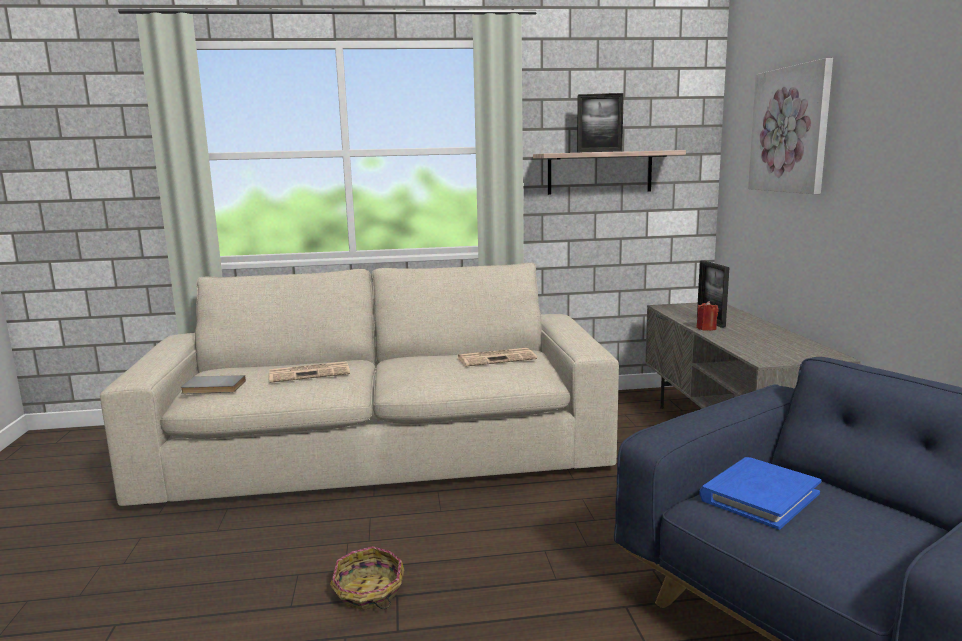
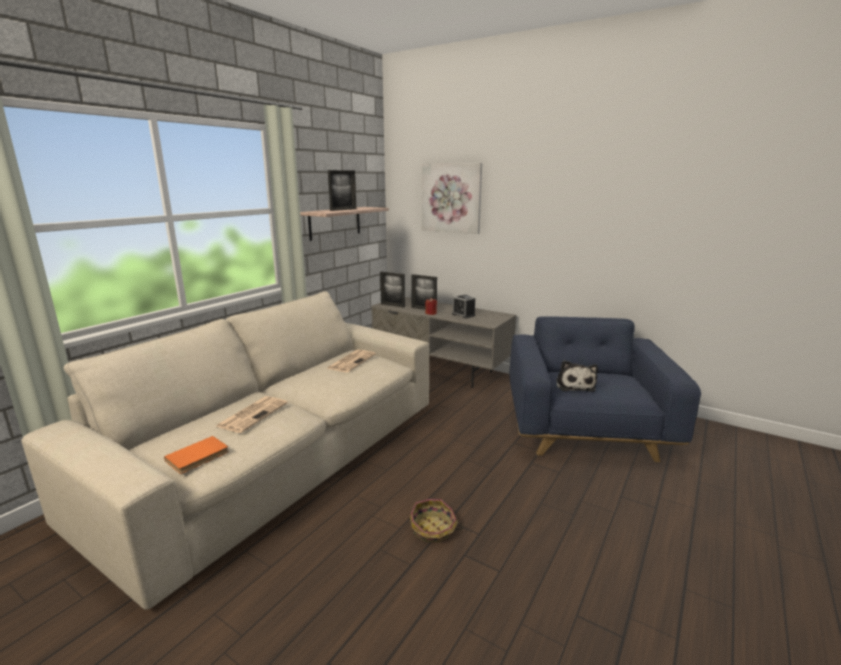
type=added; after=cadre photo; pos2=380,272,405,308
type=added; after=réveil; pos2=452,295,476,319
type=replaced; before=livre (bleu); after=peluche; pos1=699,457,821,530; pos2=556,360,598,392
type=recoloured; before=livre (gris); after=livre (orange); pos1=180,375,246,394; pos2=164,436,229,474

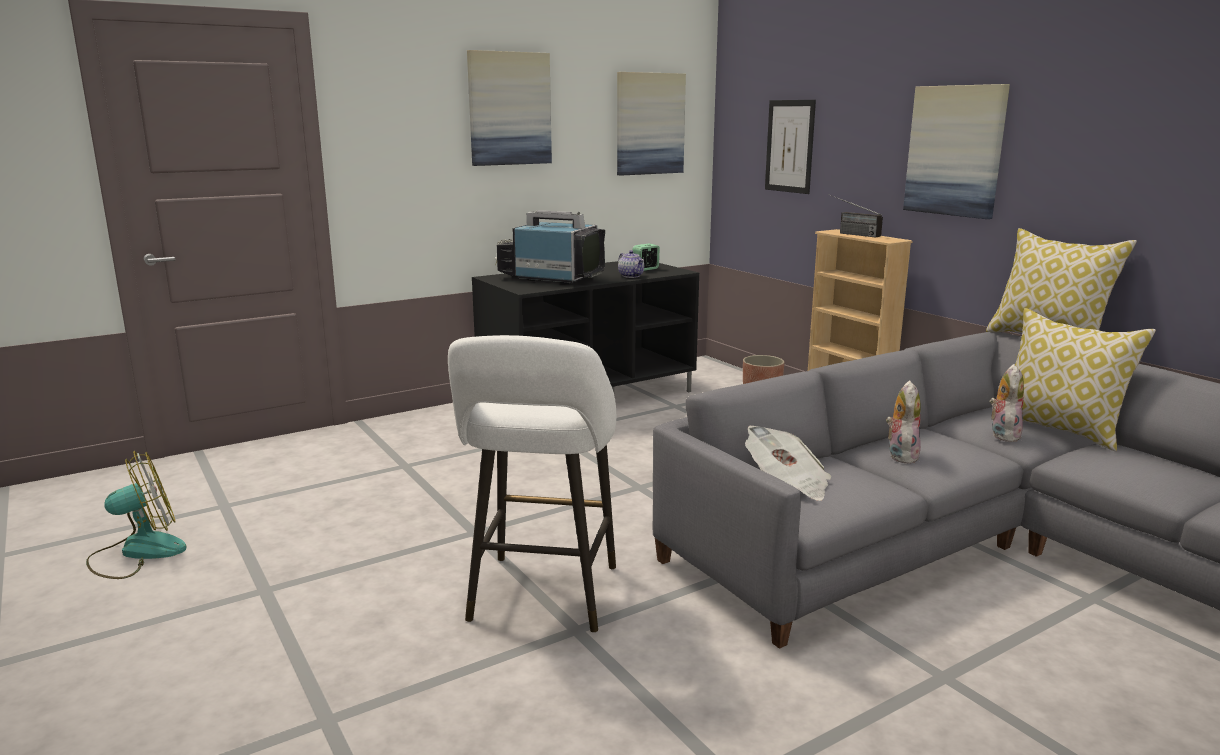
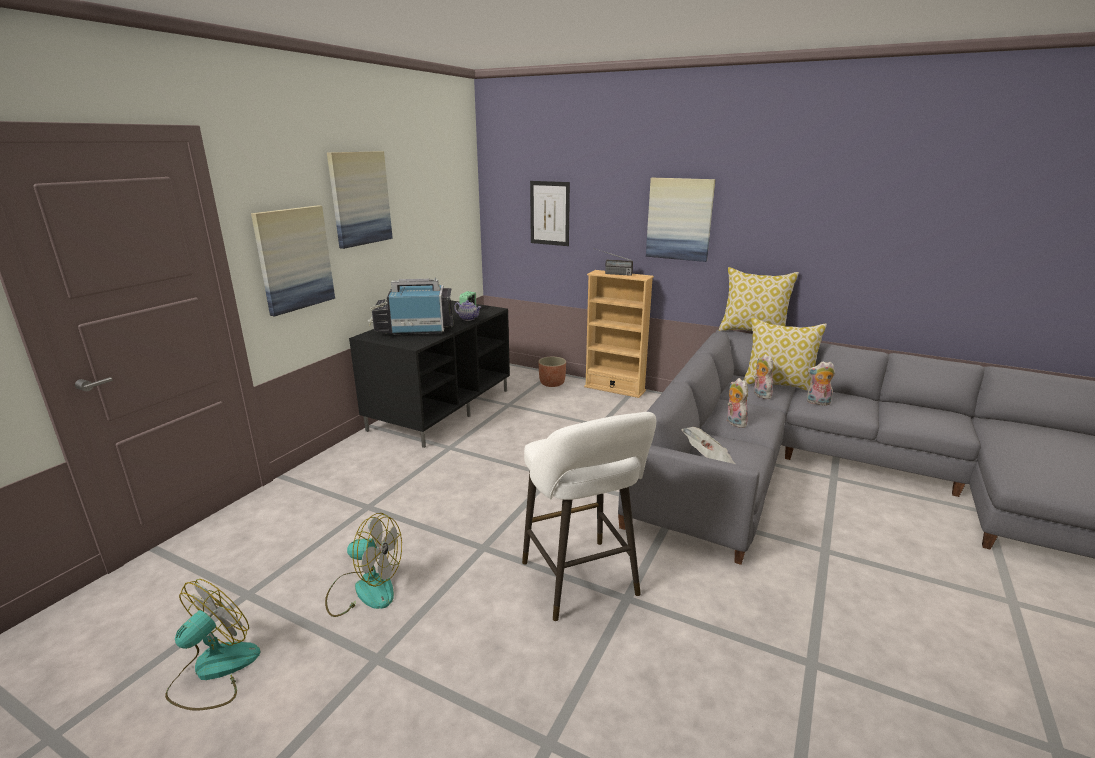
type=added; after=ventilateur; pos2=325,513,402,617
type=added; after=peluche; pos2=807,361,835,406
type=moved; before=tableau; pos1=617,72,686,176; pos2=251,205,335,317

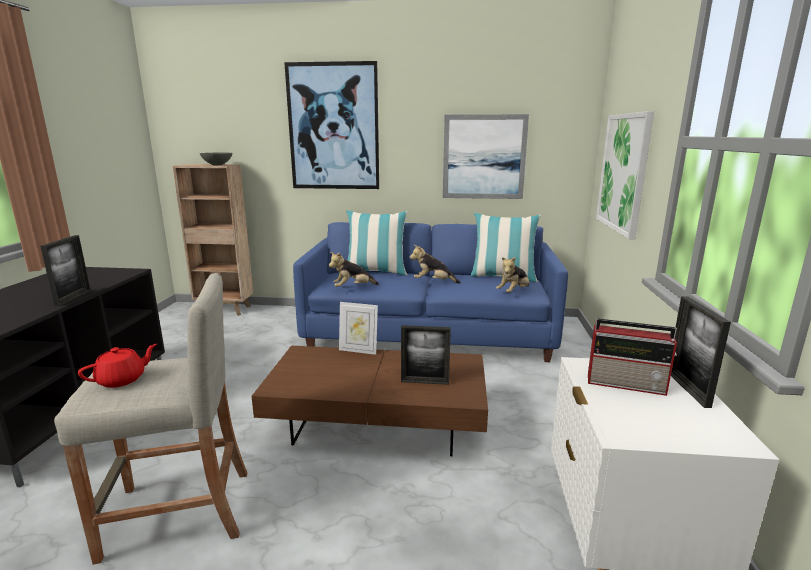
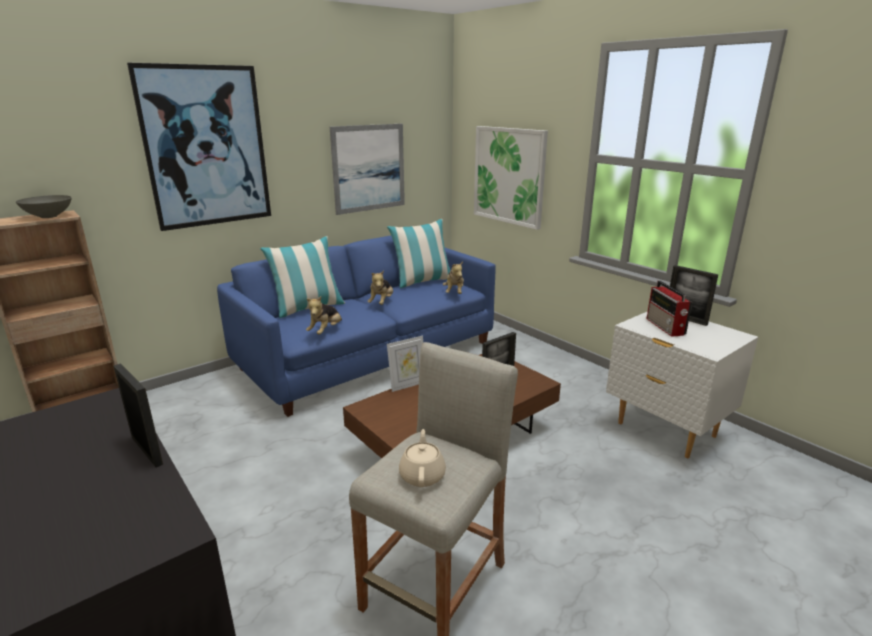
type=recoloured; before=théière (rouge); after=théière (beige); pos1=78,344,157,388; pos2=399,429,446,487
type=turned; before=peluche; pos1=410,245,461,284; pos2=368,270,393,305; turn=-45
type=turned; before=radio; pos1=588,318,677,396; pos2=647,281,692,337; turn=105

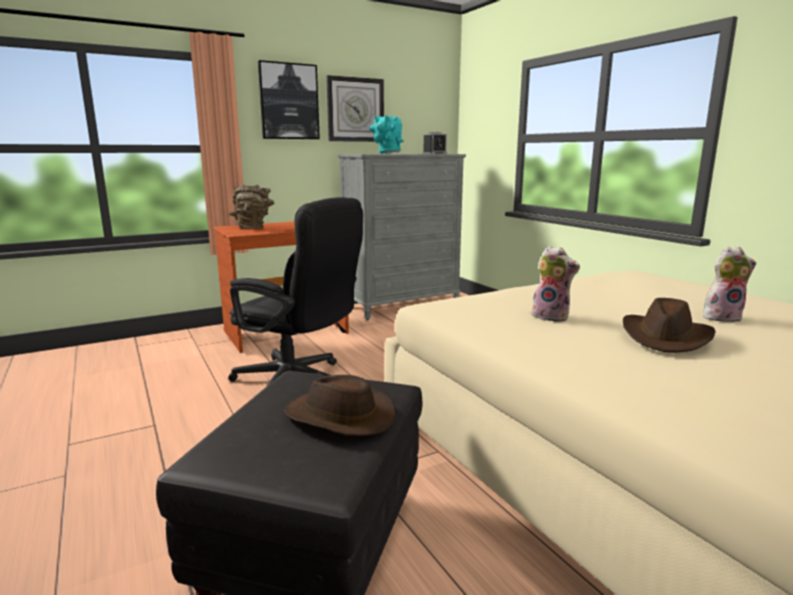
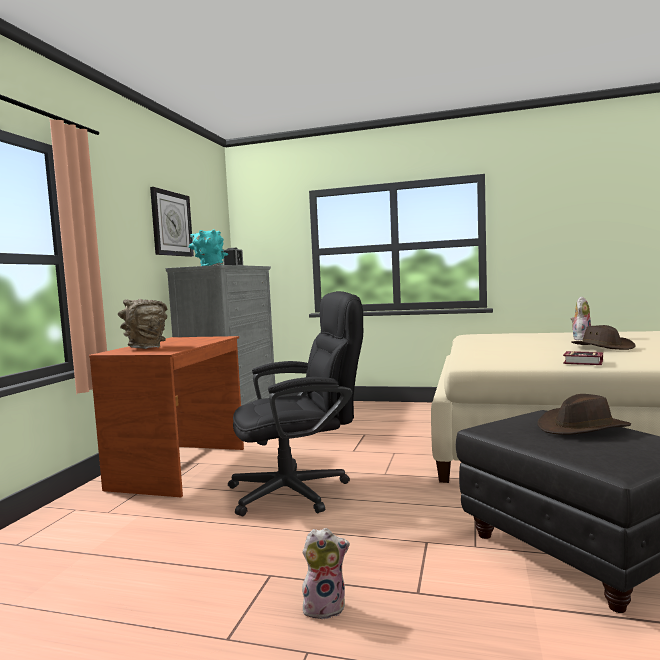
type=removed; before=tableau; pos1=258,60,320,139
type=added; after=livre; pos2=563,351,603,365
type=moved; before=peluche; pos1=531,246,580,322; pos2=302,528,350,620

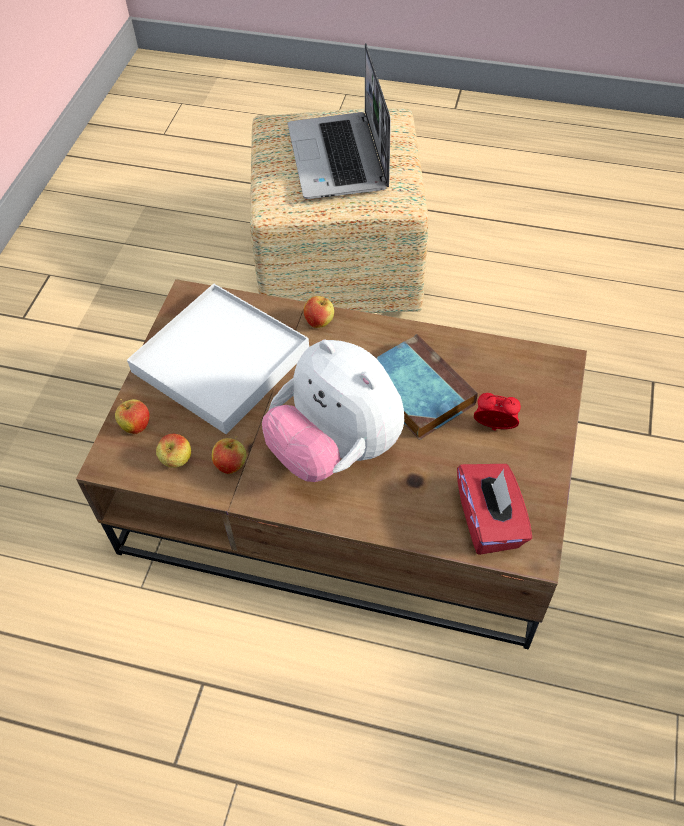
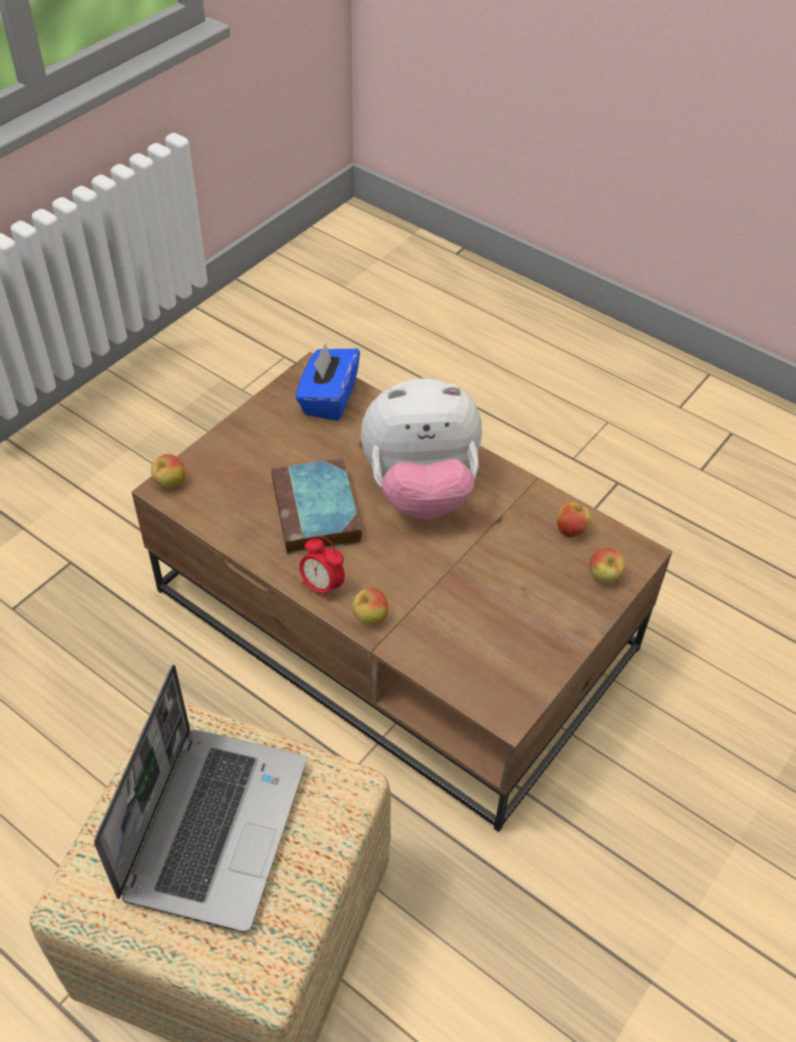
type=removed; before=plateau (blanc); pos1=127,284,309,434
type=moved; before=pomme; pos1=212,436,246,474; pos2=151,454,185,488
type=moved; before=réveil; pos1=474,393,521,431; pos2=299,536,345,601
type=recoloured; before=boîte à mouchoirs (rouge); after=boîte à mouchoirs (bleu); pos1=457,464,532,555; pos2=296,343,360,421
type=turned; before=peluche; pos1=262,340,404,482; pos2=361,379,482,520; turn=105

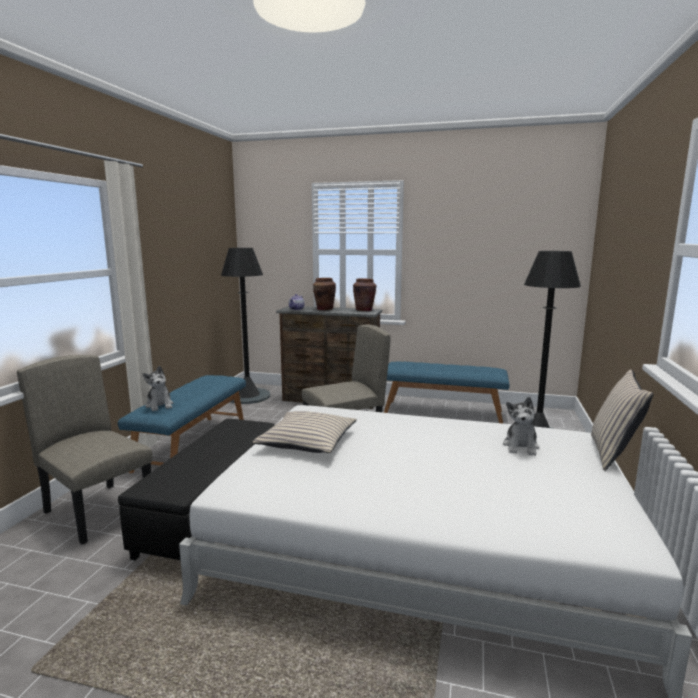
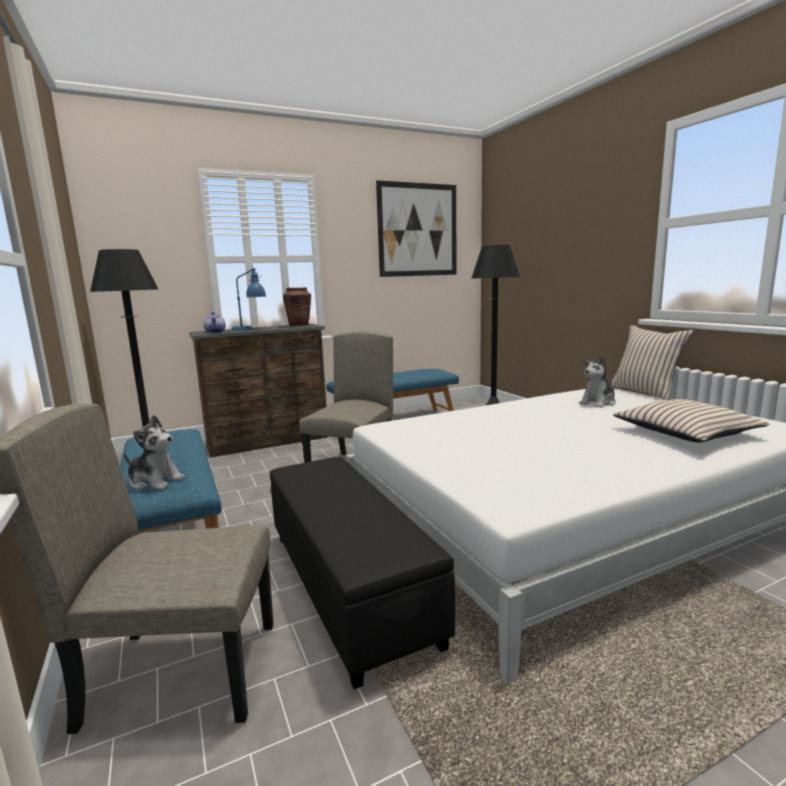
type=added; after=tableau; pos2=376,180,457,277
type=moved; before=coussin (beige); pos1=253,411,357,453; pos2=613,399,770,443
type=replaced; before=vase (marron); after=lampe de table (bleu); pos1=313,278,336,310; pos2=232,268,266,331
type=turned; before=peluche; pos1=503,397,539,456; pos2=579,355,616,408; turn=75

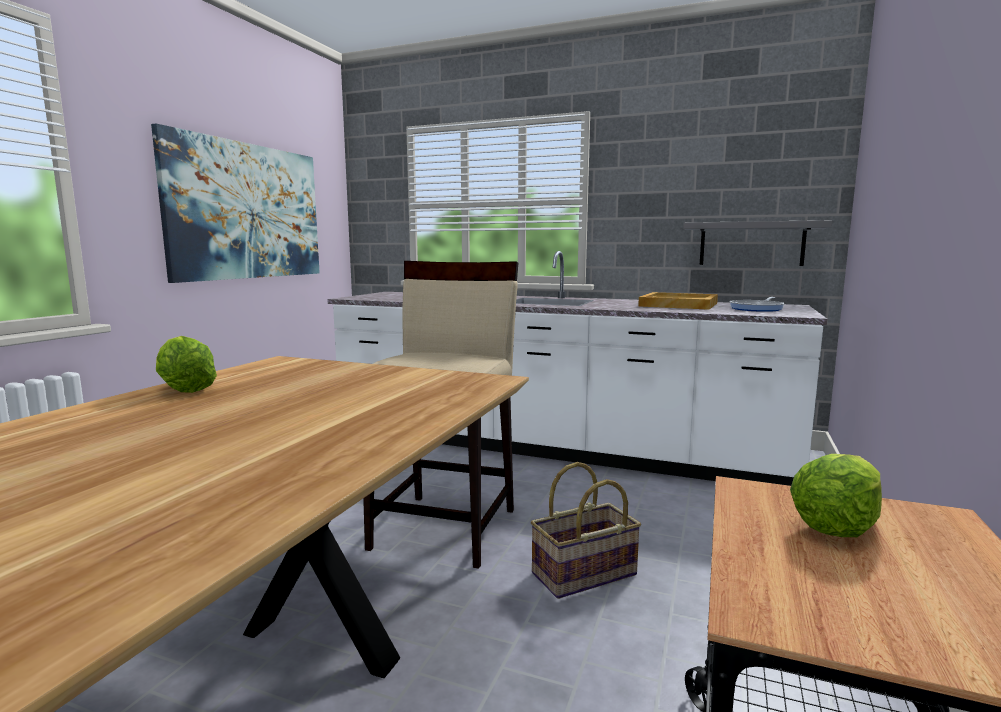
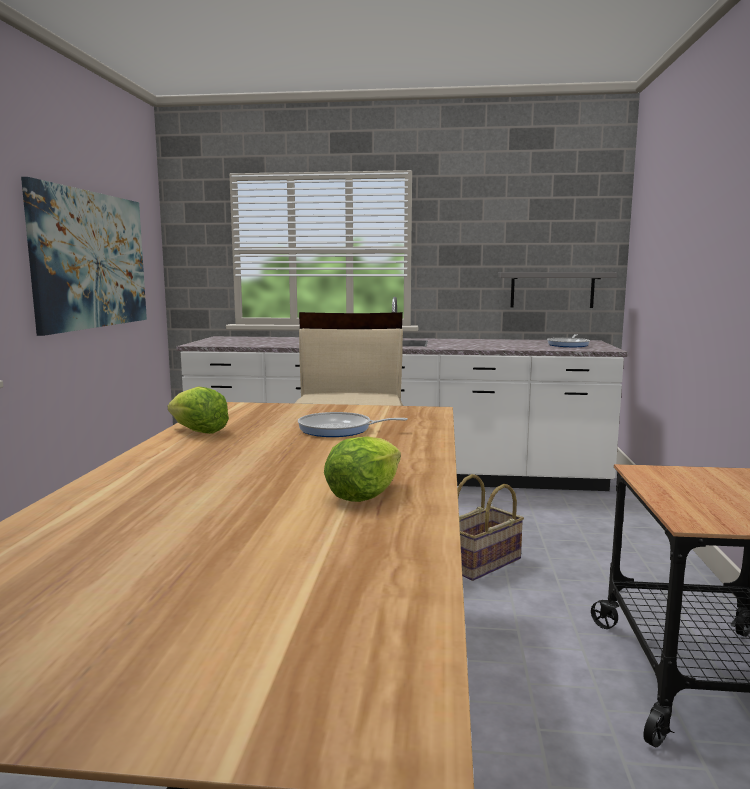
type=removed; before=plateau (beige); pos1=638,292,718,310
type=added; after=poêle; pos2=298,412,408,437
type=moved; before=laitue; pos1=790,454,882,537; pos2=324,437,401,502

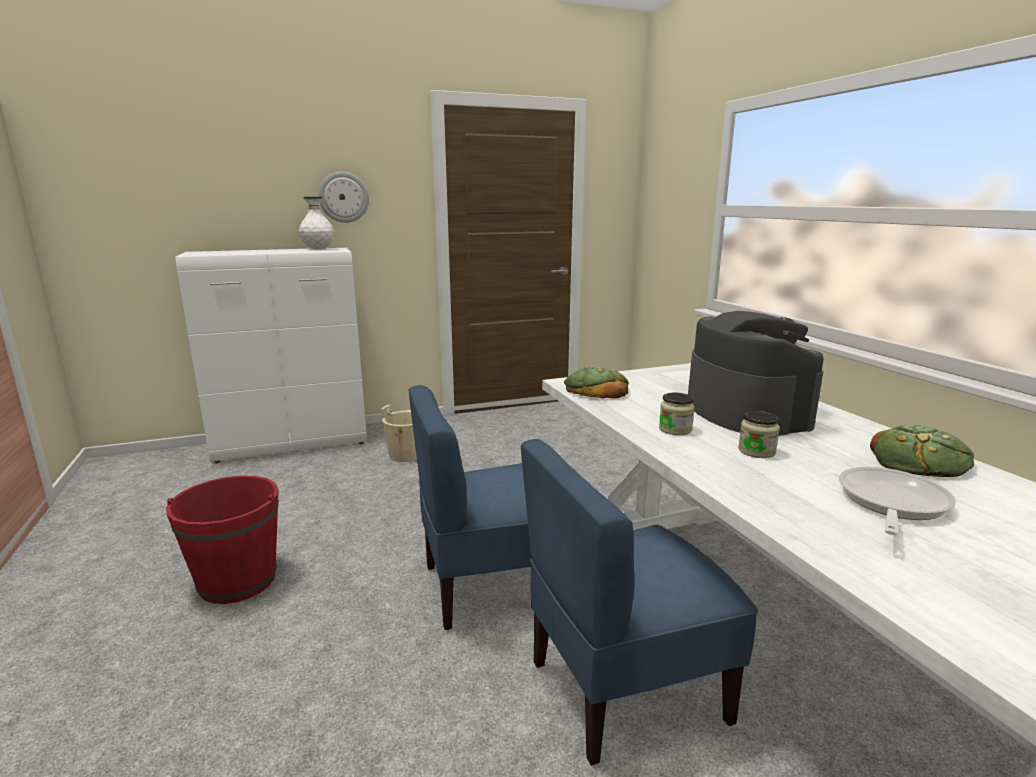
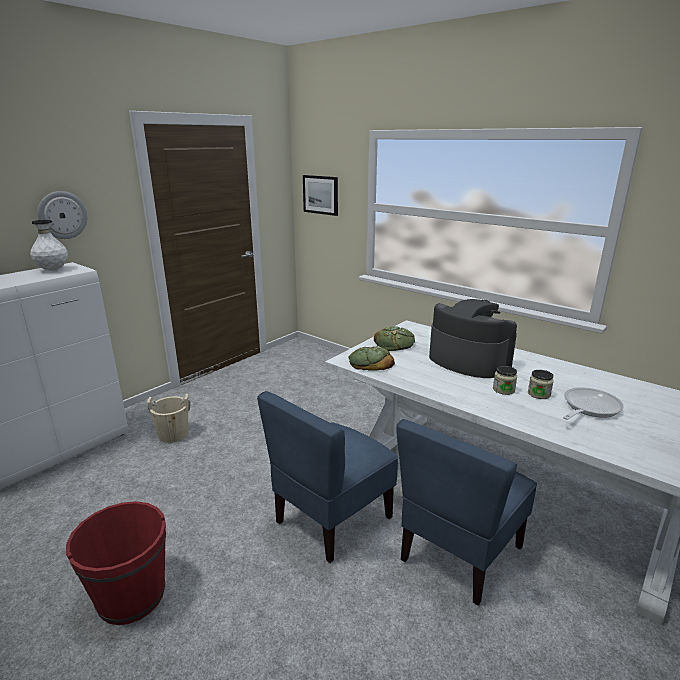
type=added; after=tableau; pos2=303,175,338,216
type=moved; before=bocal; pos1=659,393,695,435; pos2=528,370,554,399
type=moved; before=pain; pos1=870,425,974,477; pos2=374,326,415,351
type=turned; before=poêle; pos1=839,467,956,535; pos2=563,387,624,420; turn=45

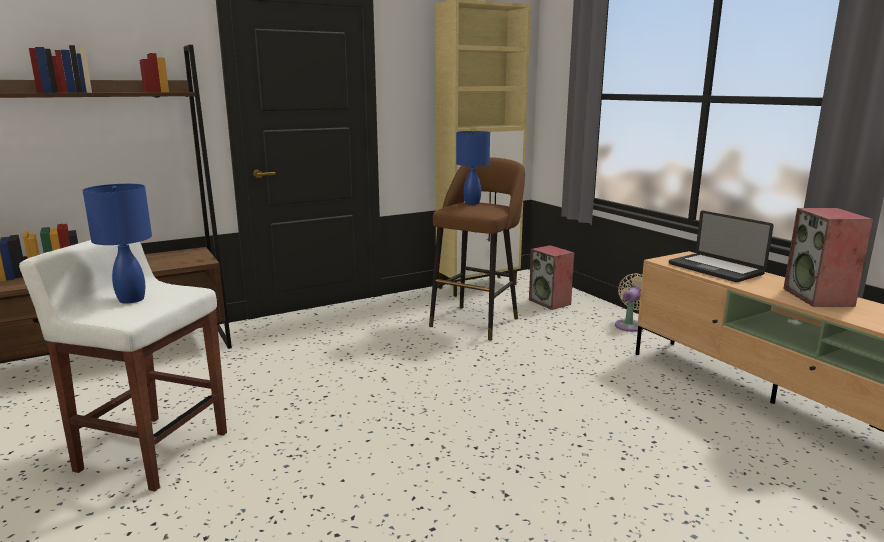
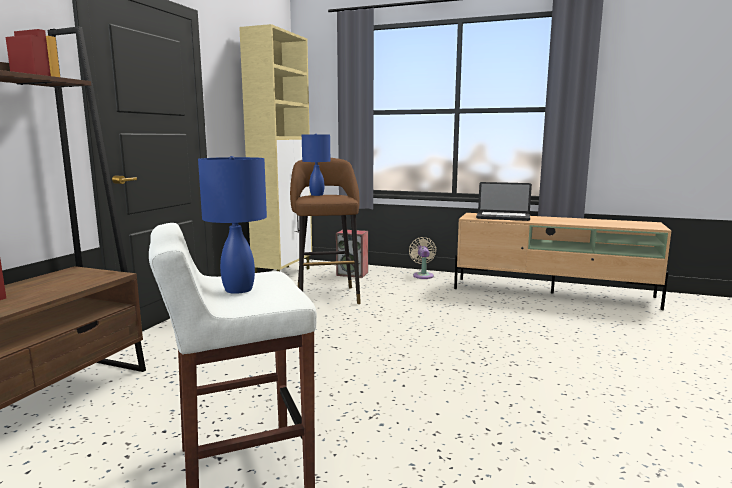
type=removed; before=enceinte; pos1=783,208,874,307

